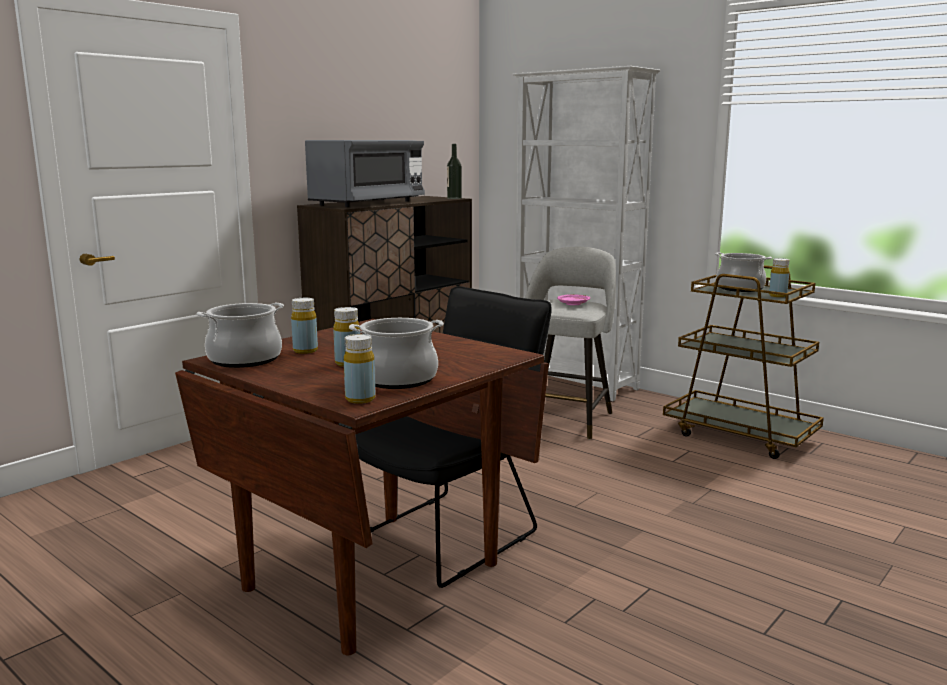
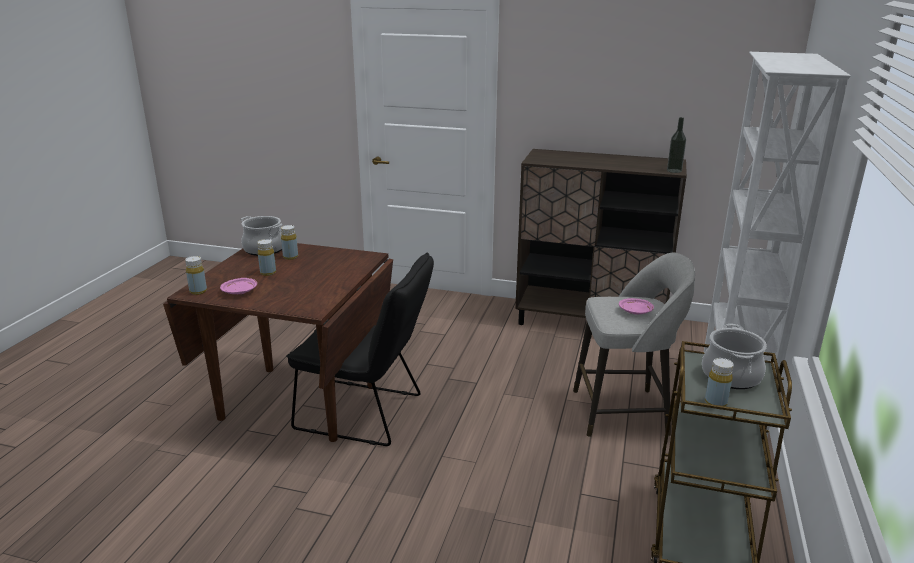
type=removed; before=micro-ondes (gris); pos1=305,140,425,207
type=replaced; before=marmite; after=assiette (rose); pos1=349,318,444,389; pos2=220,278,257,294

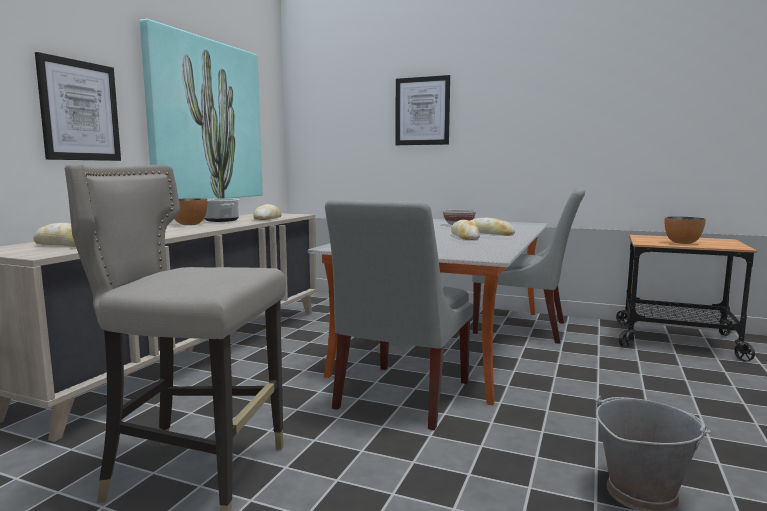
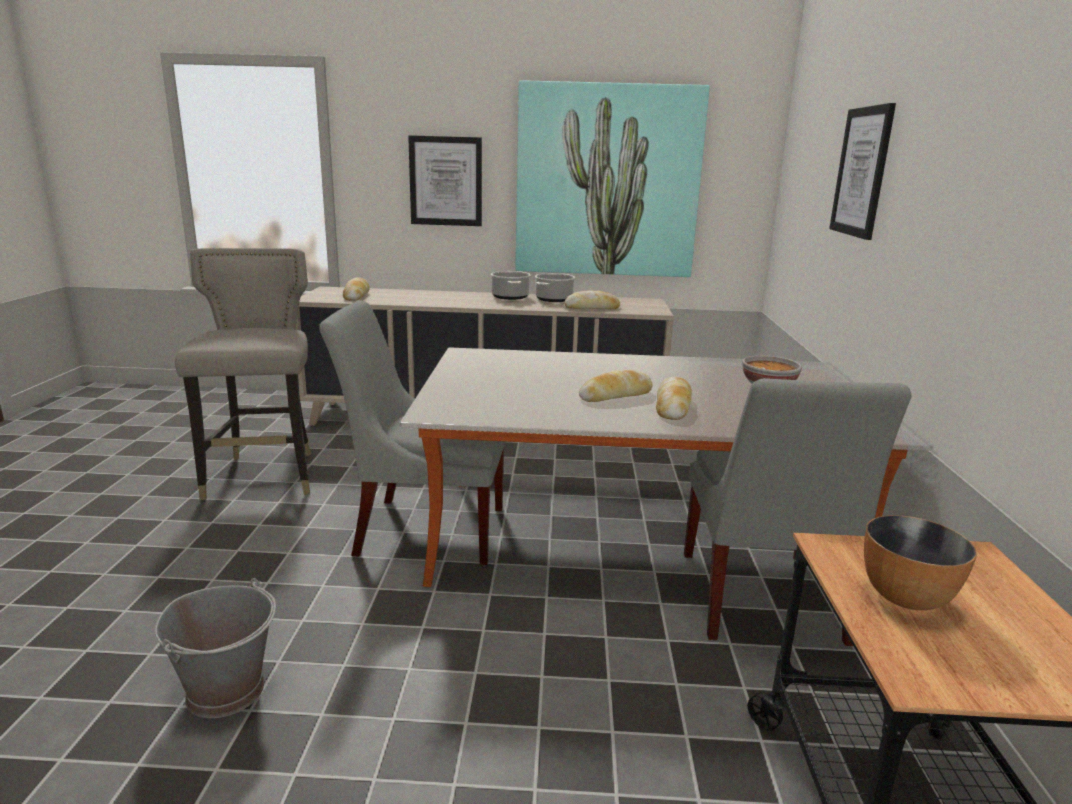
type=replaced; before=bol; after=marmite; pos1=174,198,207,225; pos2=491,271,531,300

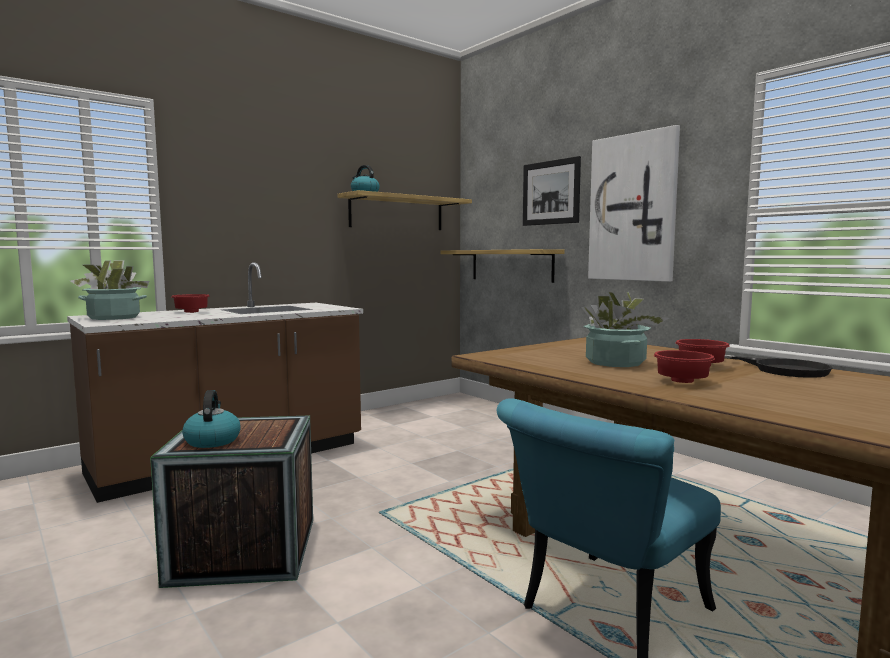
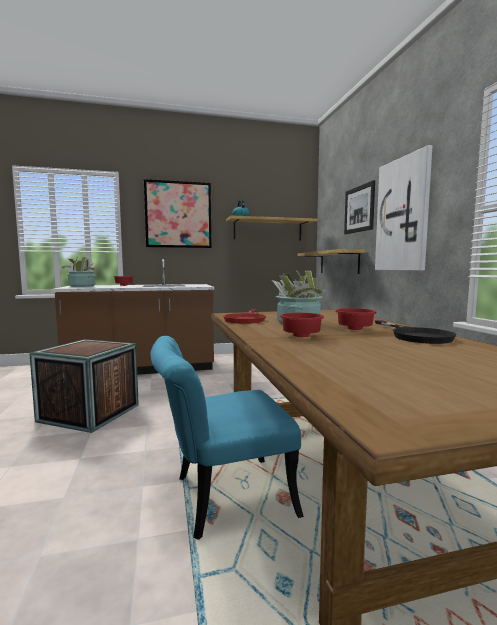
type=removed; before=bouilloire; pos1=182,390,241,448
type=added; after=tableau; pos2=144,179,212,248
type=added; after=poêle (rouge); pos2=223,309,266,324

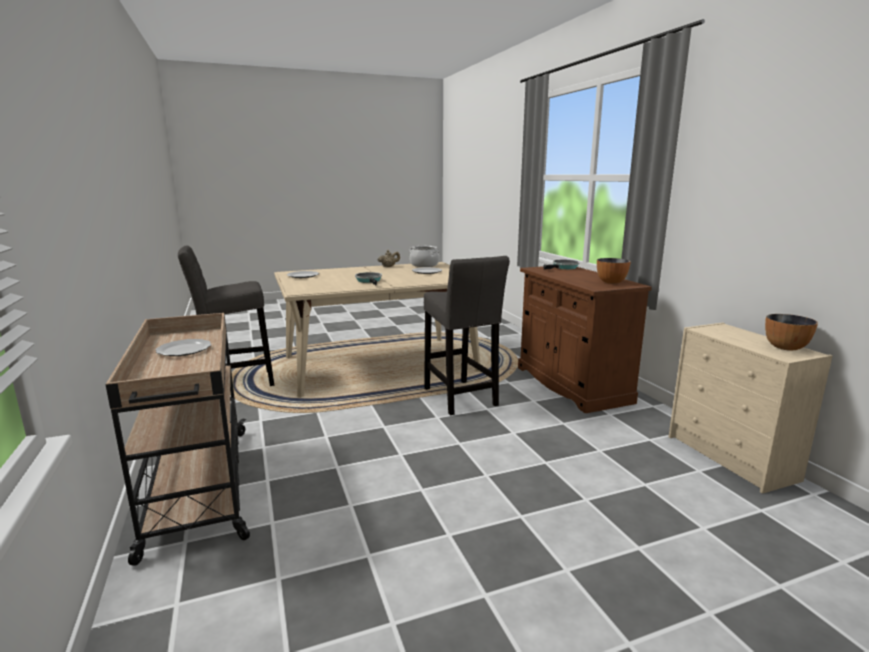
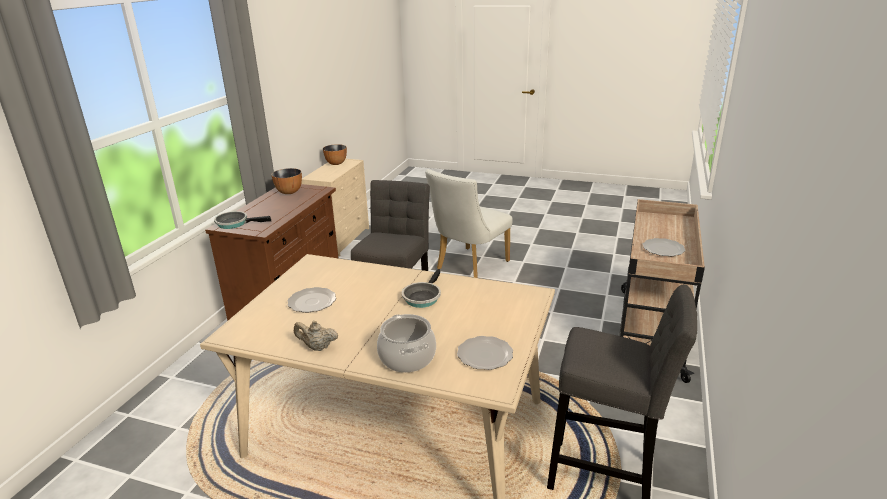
type=added; after=chaise (blanc); pos2=425,169,513,278
type=moved; before=marmite; pos1=410,246,440,267; pos2=377,314,436,373

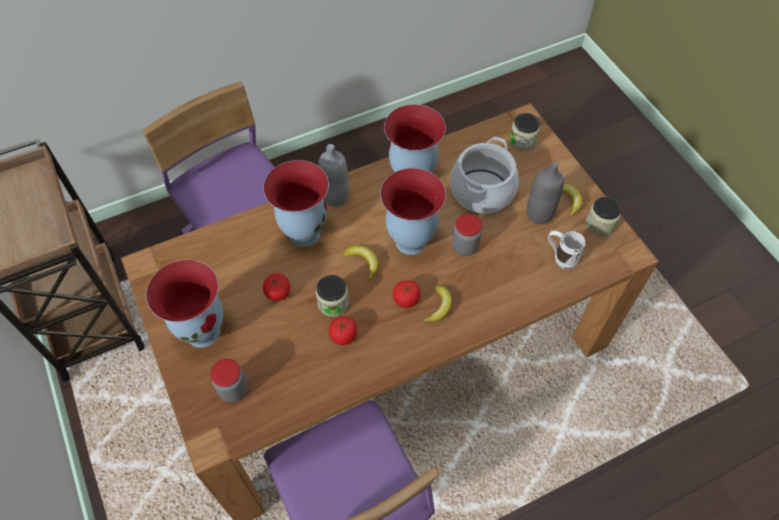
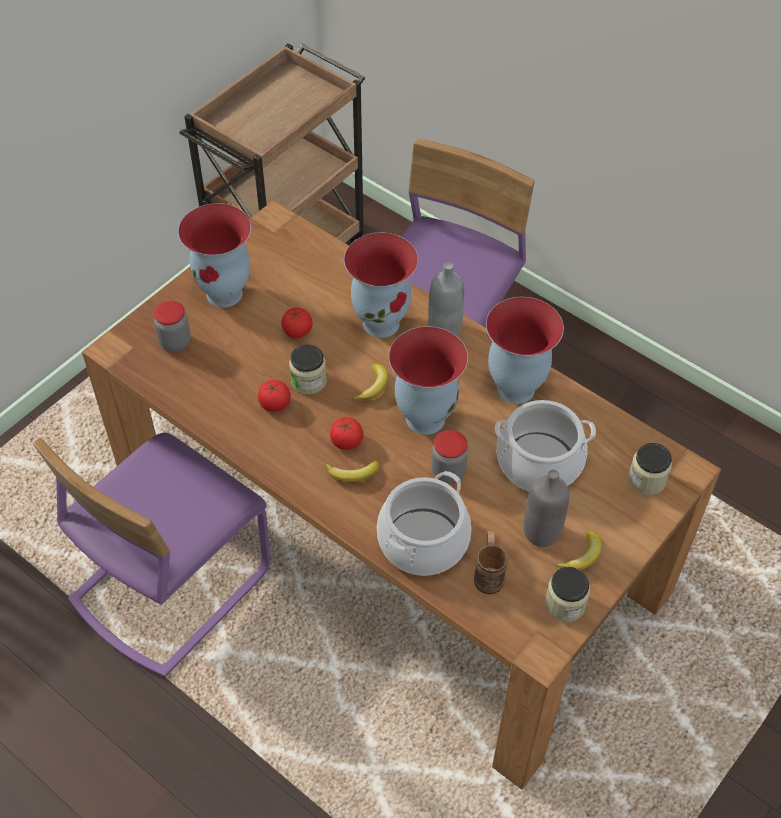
type=added; after=marmite; pos2=377,471,471,576
type=recoloured; before=mug (blanc); after=mug (marron); pos1=548,231,586,269; pos2=474,531,508,595

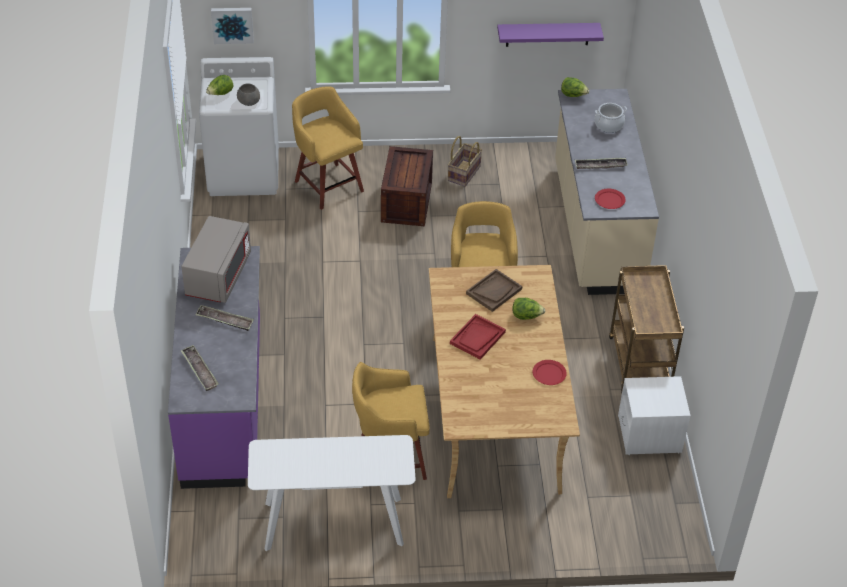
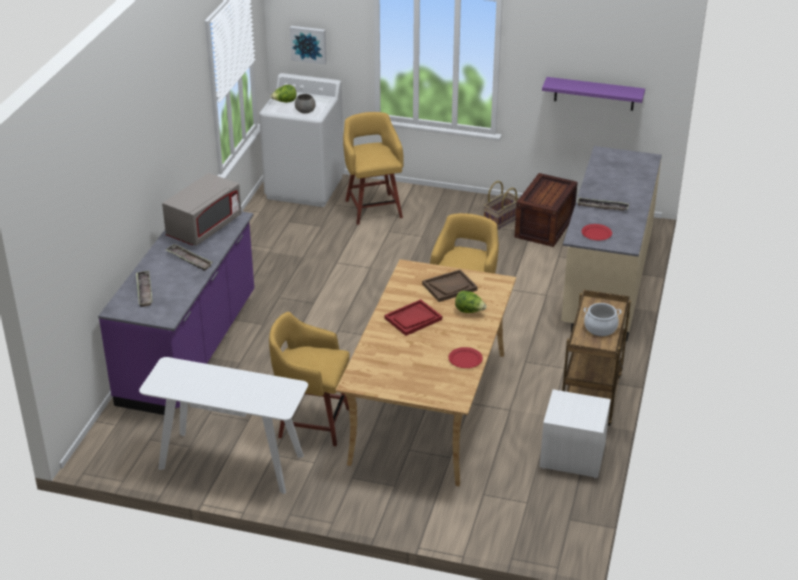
type=removed; before=laitue; pos1=561,77,589,97
type=moved; before=caisse; pos1=381,146,433,226; pos2=515,173,578,247
type=moved; before=marmite; pos1=595,103,627,133; pos2=584,303,621,336

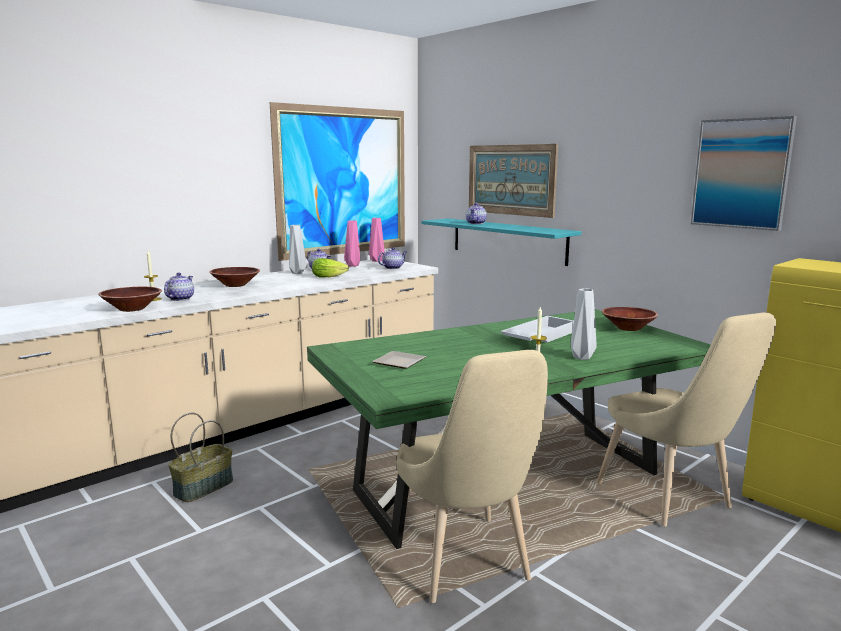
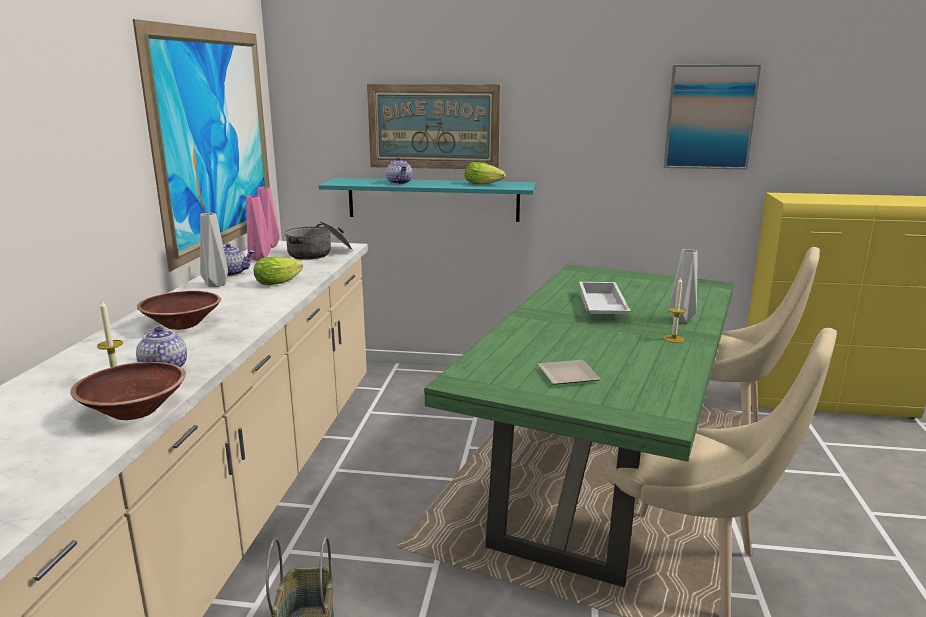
type=removed; before=bol (marron); pos1=602,307,658,331
type=added; after=laitue; pos2=465,162,506,184
type=replaced; before=théière; after=marmite; pos1=378,247,407,269; pos2=284,221,353,260

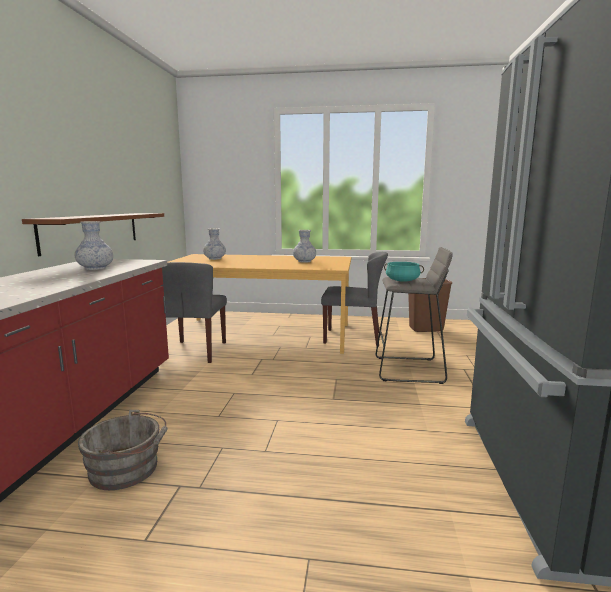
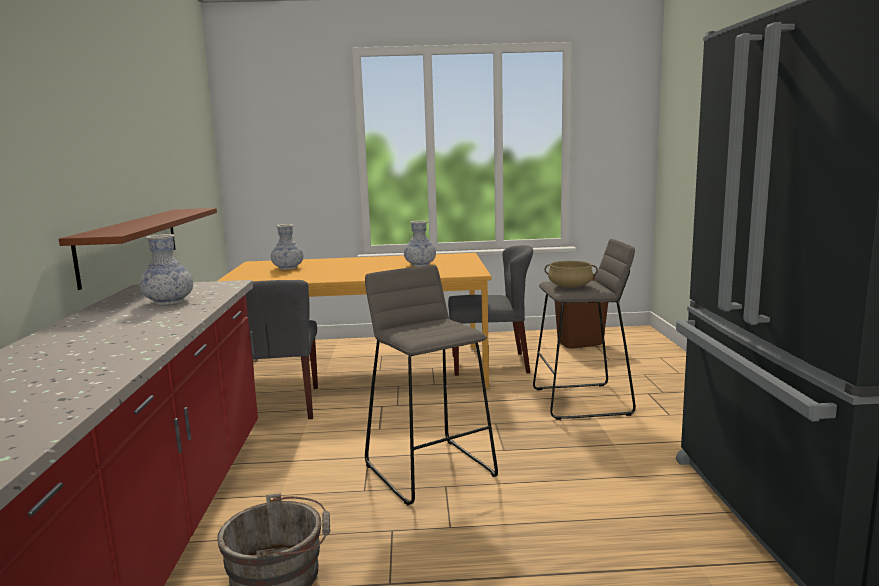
type=added; after=tabouret (gris); pos2=365,265,498,505
type=recoloured; before=marmite (turquoise); after=marmite (beige); pos1=384,262,424,282; pos2=544,261,598,288

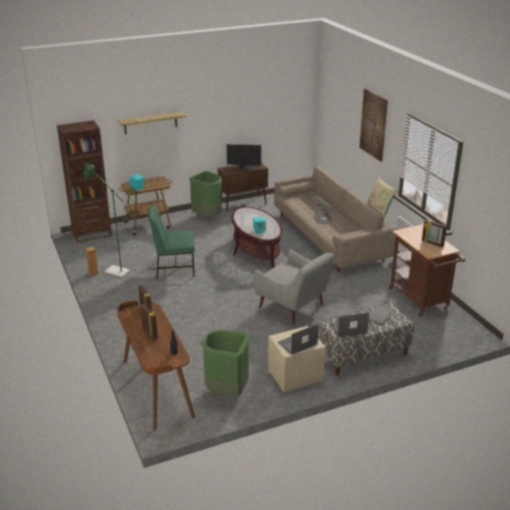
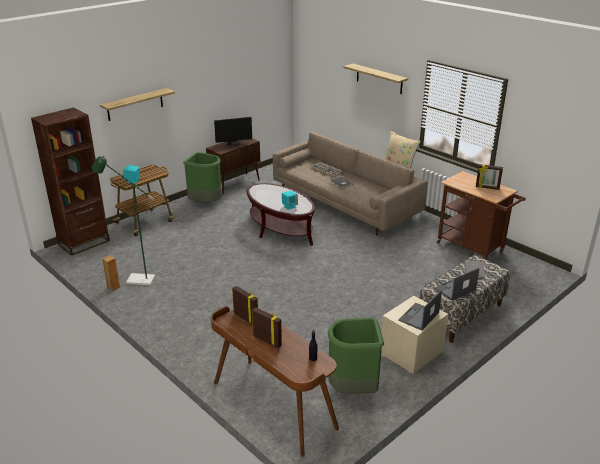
type=removed; before=chaise (vert); pos1=148,205,195,279
type=removed; before=fauteuil (gris); pos1=254,249,334,325
type=replaced; before=tableau; after=étagère; pos1=359,89,388,162; pos2=344,63,408,94

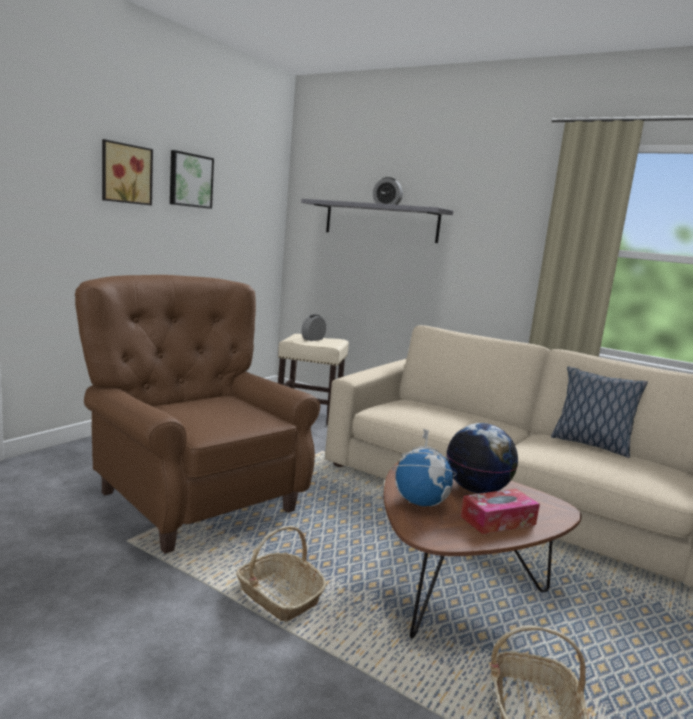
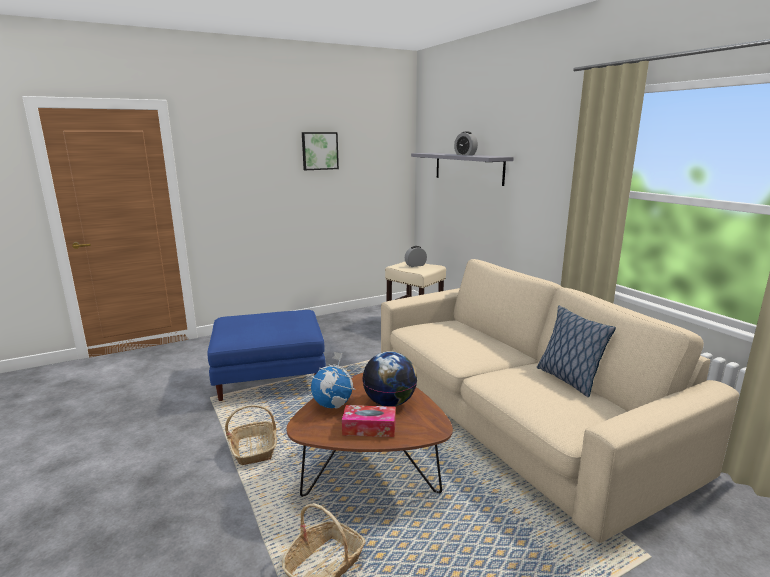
type=removed; before=tableau; pos1=102,139,153,205
type=replaced; before=fauteuil (marron); after=pouf (bleu); pos1=75,275,320,554; pos2=207,310,326,401

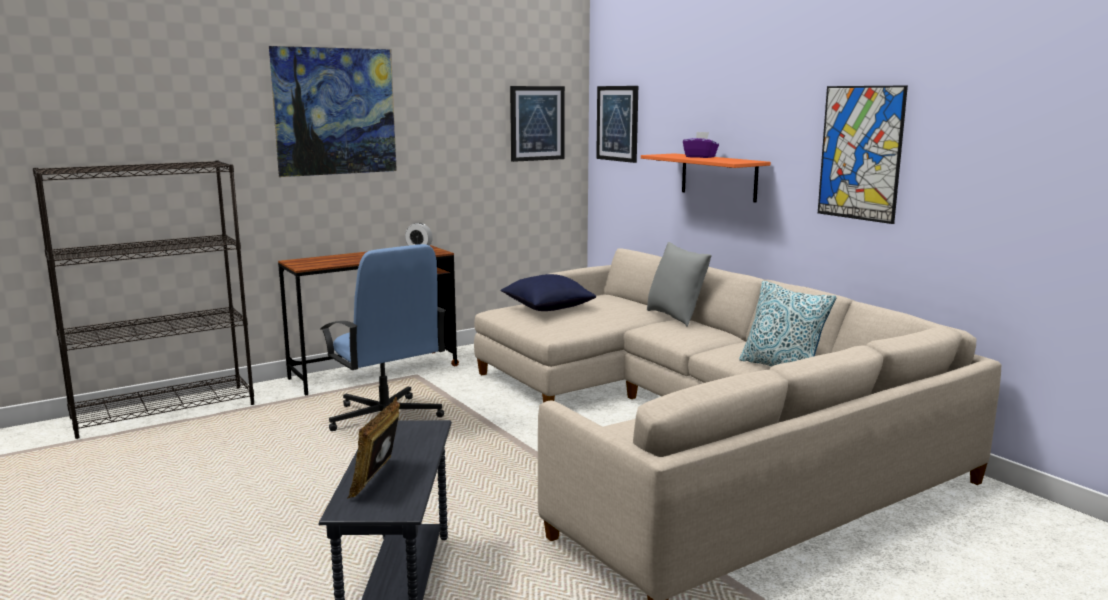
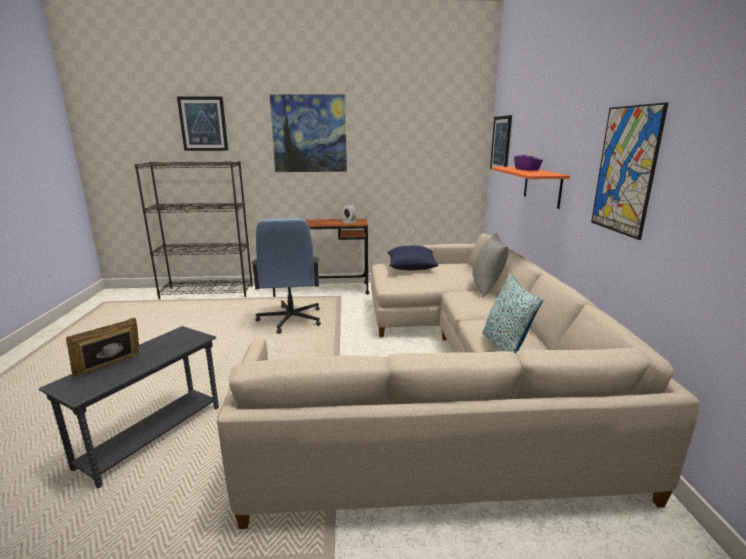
type=moved; before=tableau; pos1=510,86,565,162; pos2=177,96,228,151

